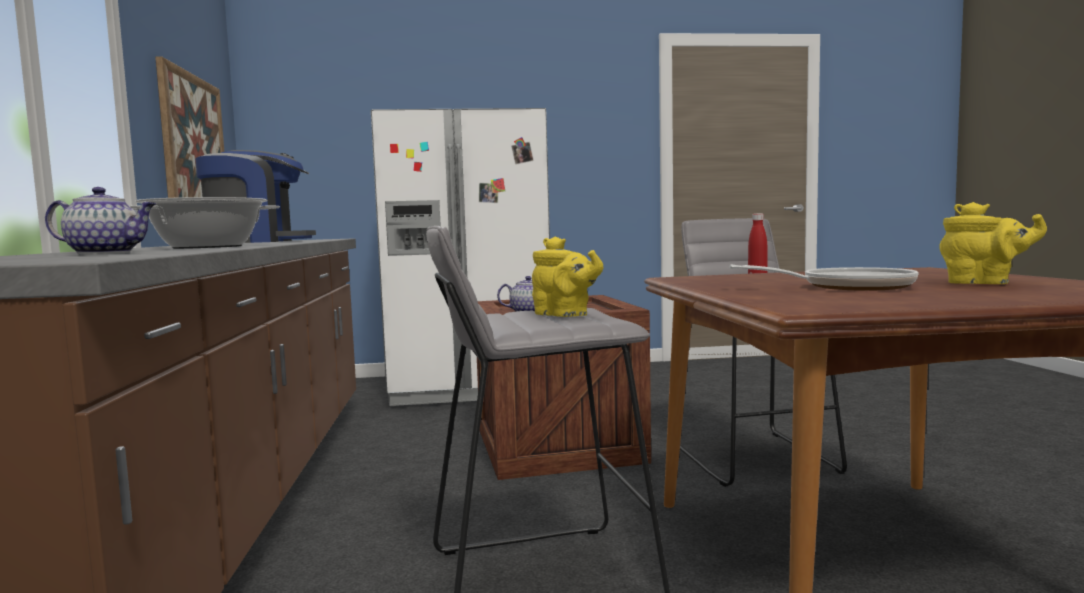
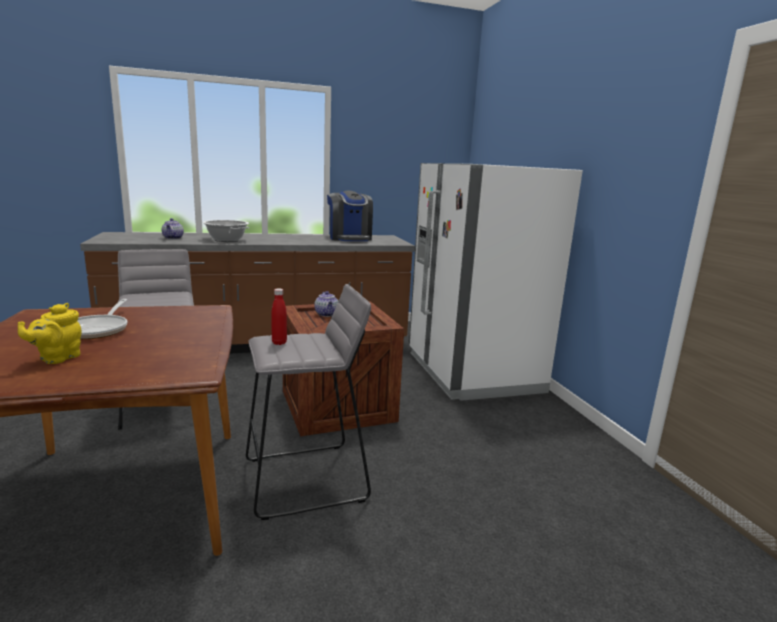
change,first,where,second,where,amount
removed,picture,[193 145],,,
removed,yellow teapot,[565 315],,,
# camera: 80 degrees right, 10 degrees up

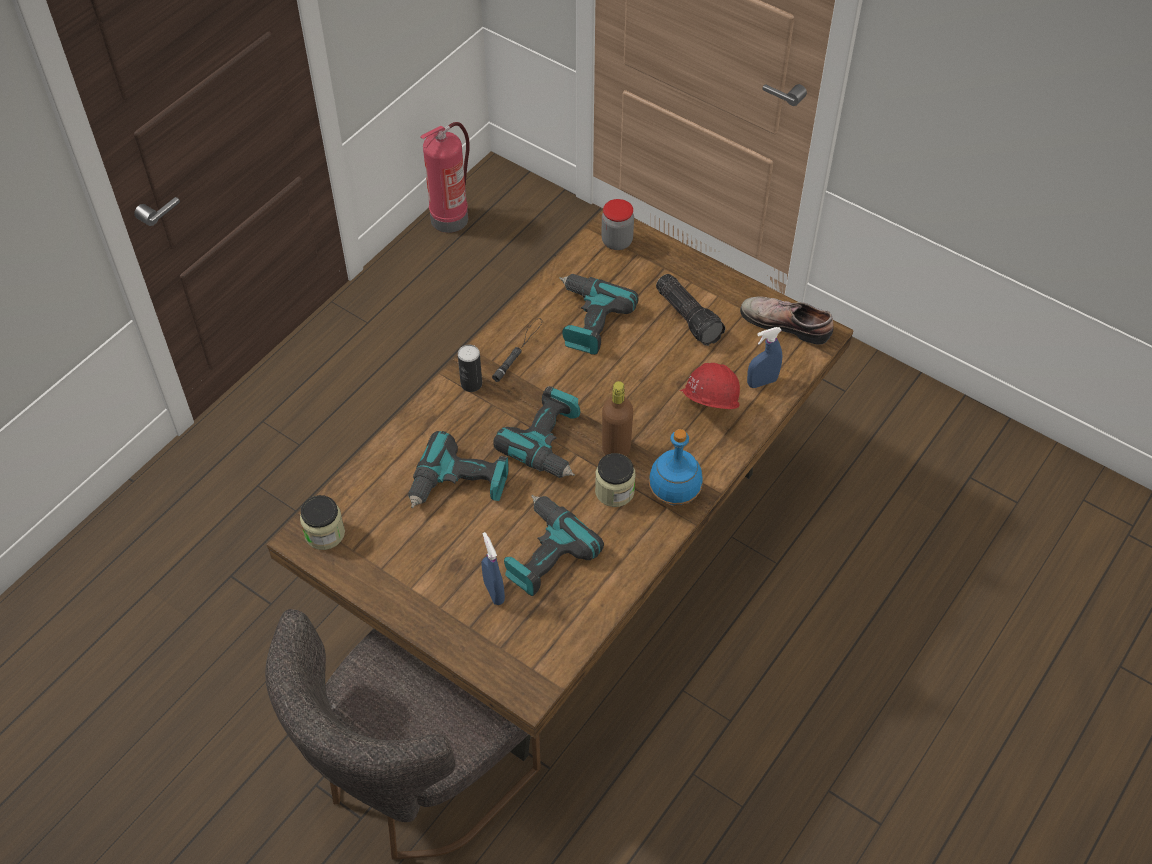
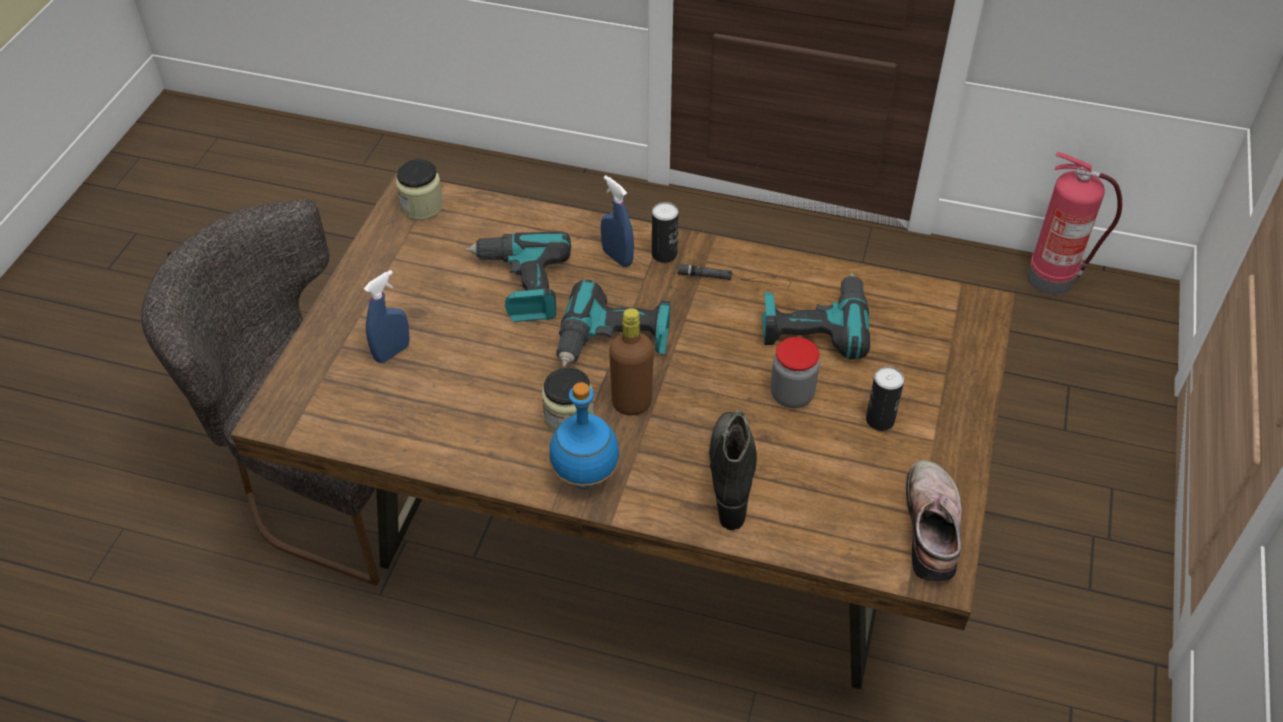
change,first,where,second,where,amount
removed,power drill,[543 553],,,
moved,preserve jar,[617 241],,[791 395],
moved,bluish hand sprayer,[762 382],,[617 257],
replaced,hand torch,[689 316],sealed can,[880 420],
replaced,red-coloured hard hat,[706 412],blackish tall boot,[732 477],
# camera: 70 degrees right, 5 degrees down

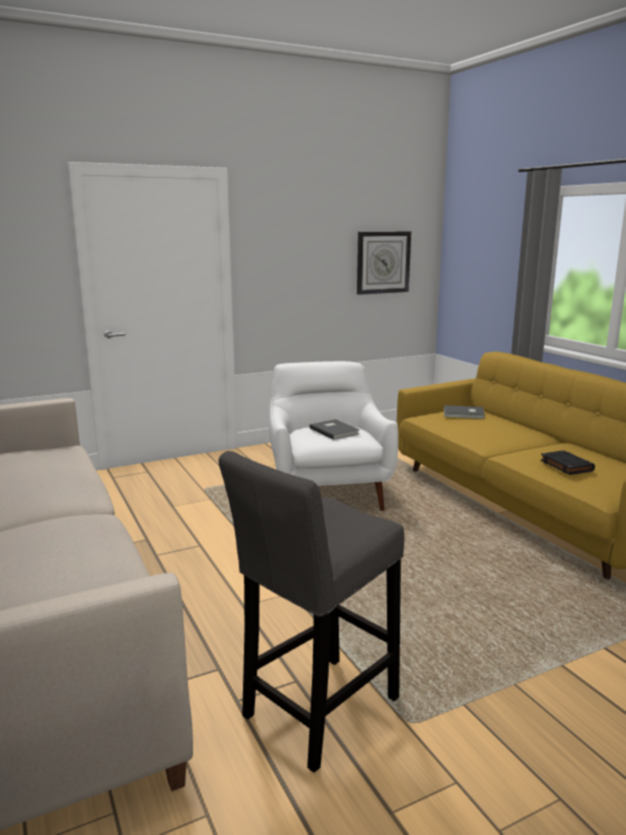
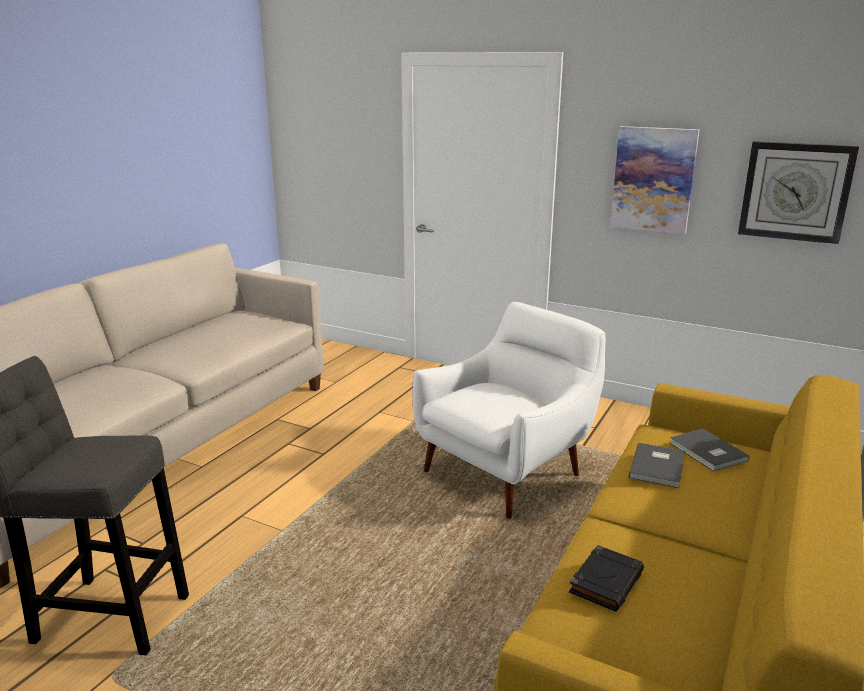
change,first,where,second,where,amount
added,,,picture,[653 179],
moved,gray bound book,[334 430],,[659 467],
# camera: 55 degrees right, 5 degrees up

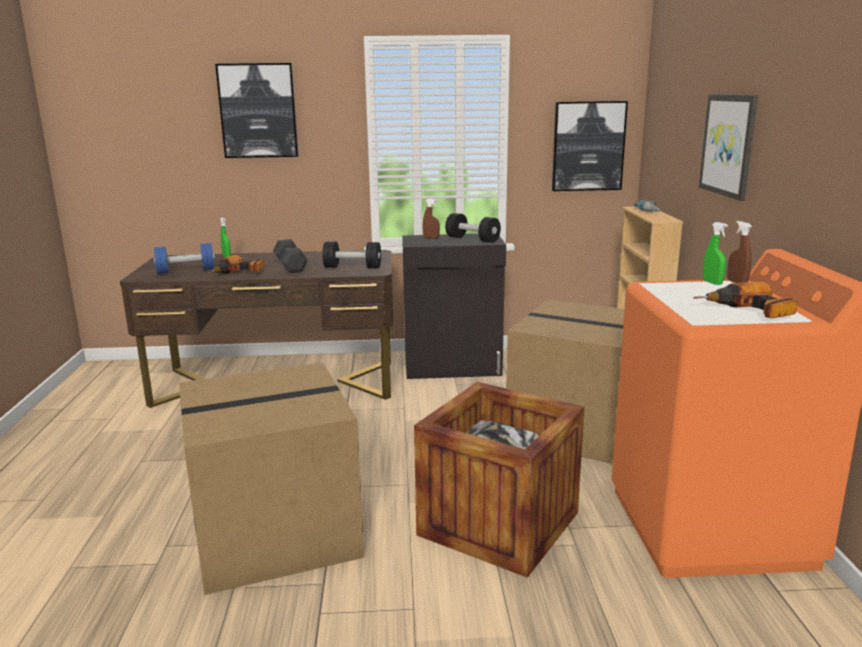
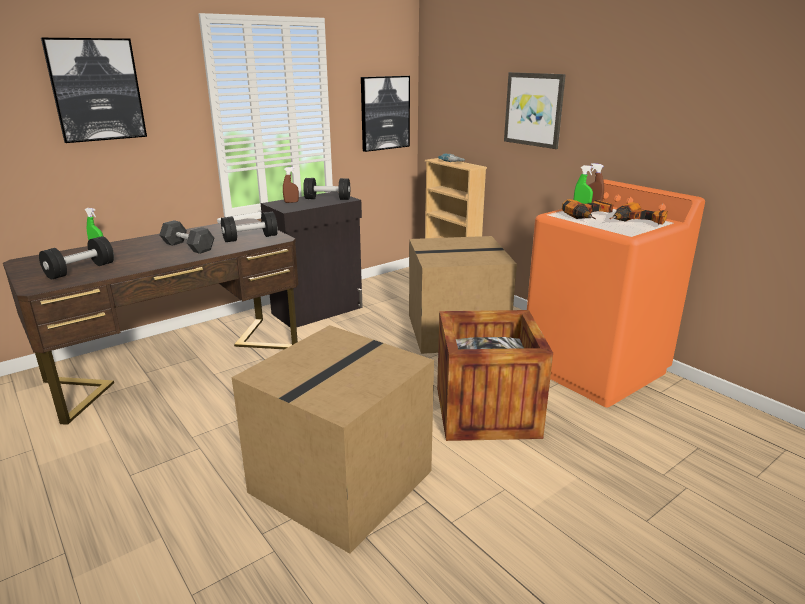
change,first,where,second,where,amount
moved,power drill,[239 273],,[590 216],
recoloured,bluish hand weight,[186 271],blackish hand weight,[80 270],
# camera: 35 degrees left, 5 degrees up

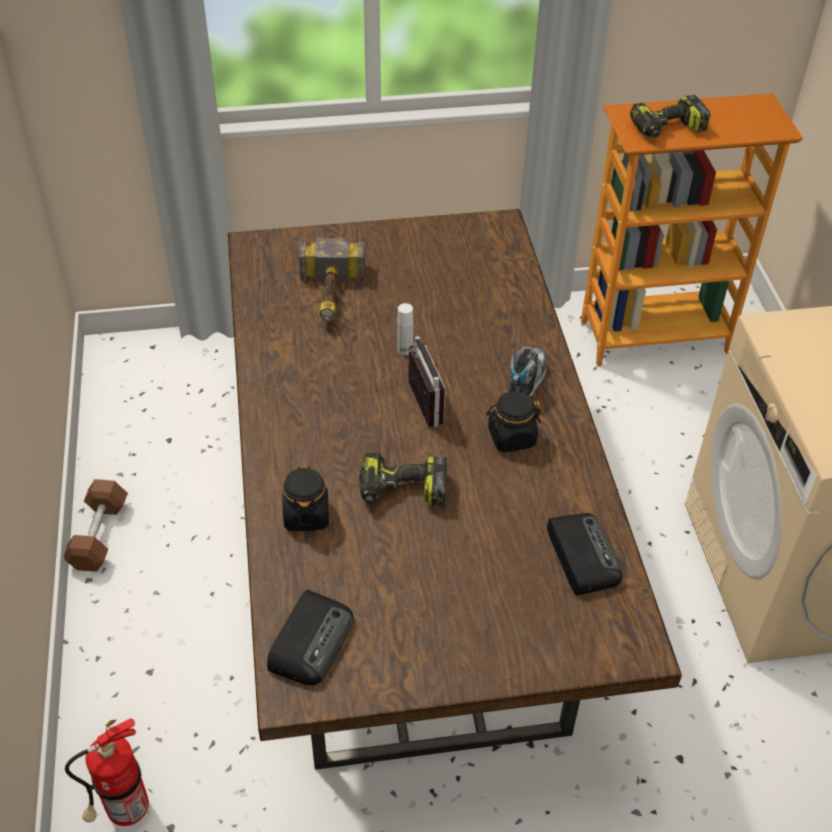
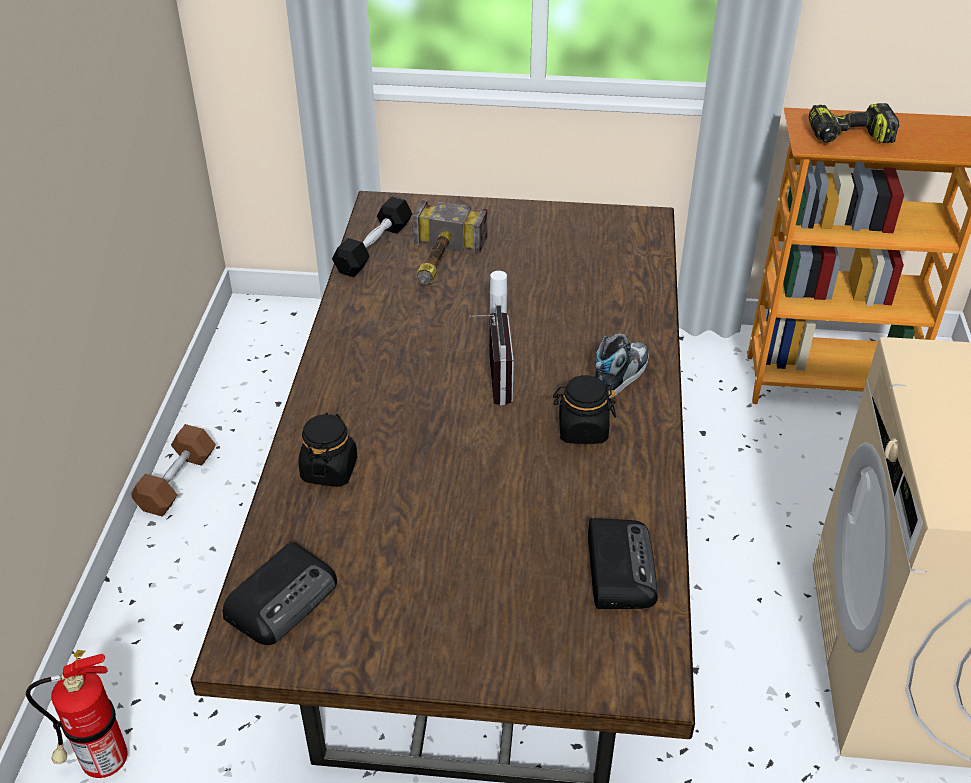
change,first,where,second,where,amount
removed,power drill,[402 491],,,
added,,,blackish hand weight,[374 248],
# camera: 15 degrees right, 5 degrees down

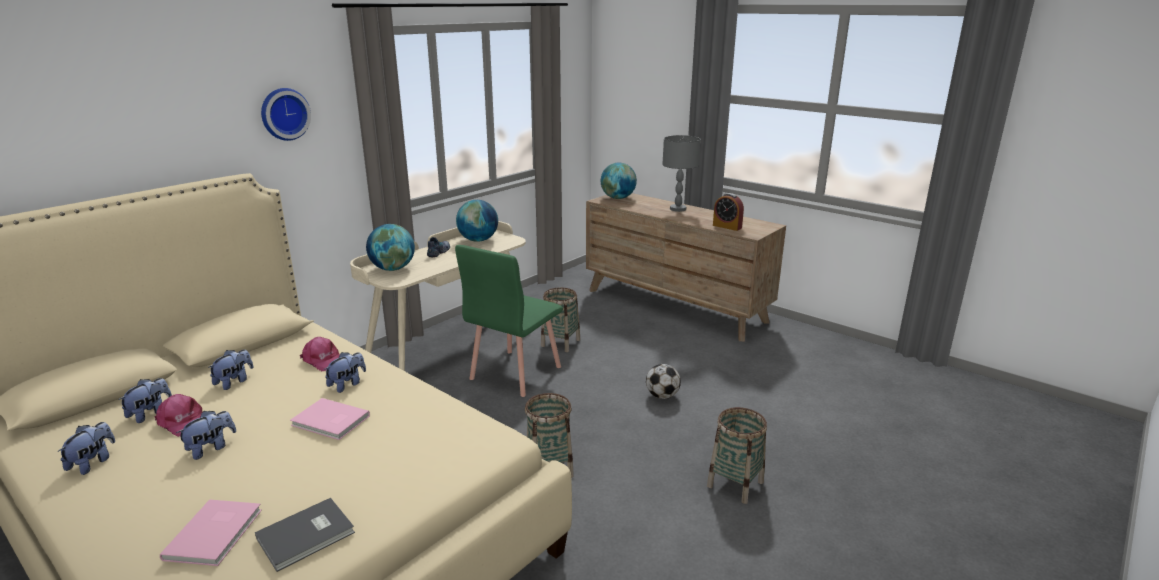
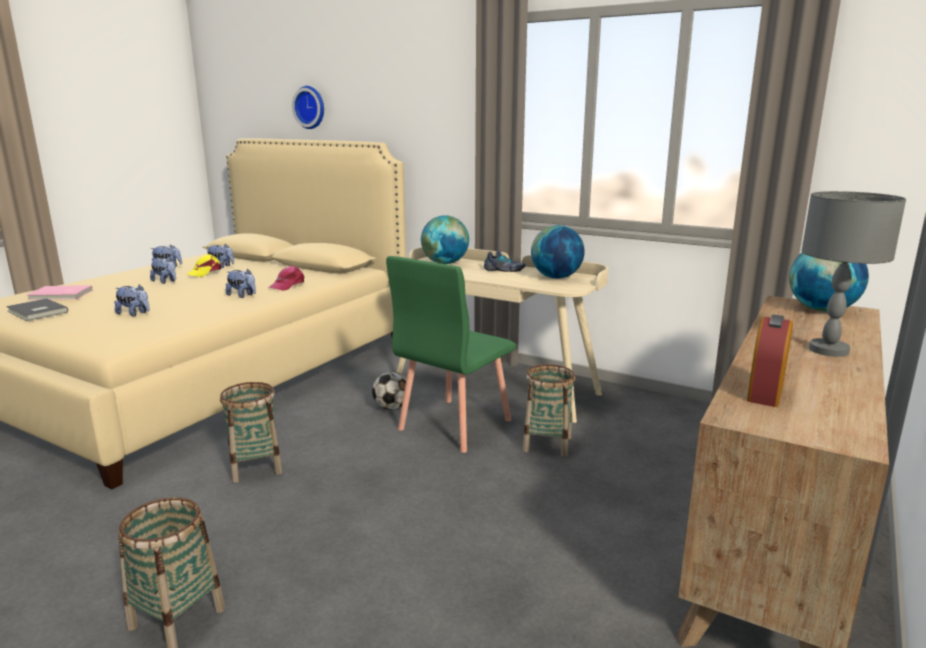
change,first,where,second,where,amount
removed,pink-coloured bound book,[330 422],,,
moved,plush toy,[234 382],,[134 314],
moved,wall clock,[284 114],,[311 107],
moved,football ball,[662 396],,[392 407],
recoloured,pink-coloured peaked cap,[182 422],yellow peaked cap,[205 272],
turned,green-coloured plain chair,[514 373],,[454 424],75 degrees counterclockwise
# camera: 80 degrees right, 5 degrees down

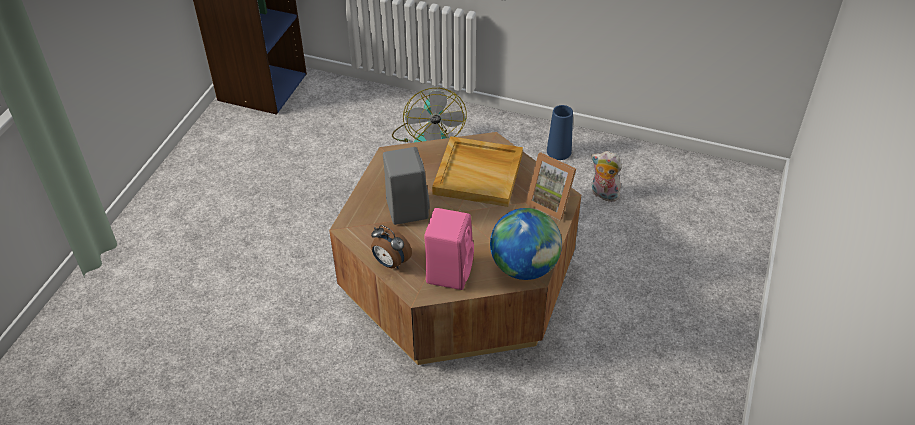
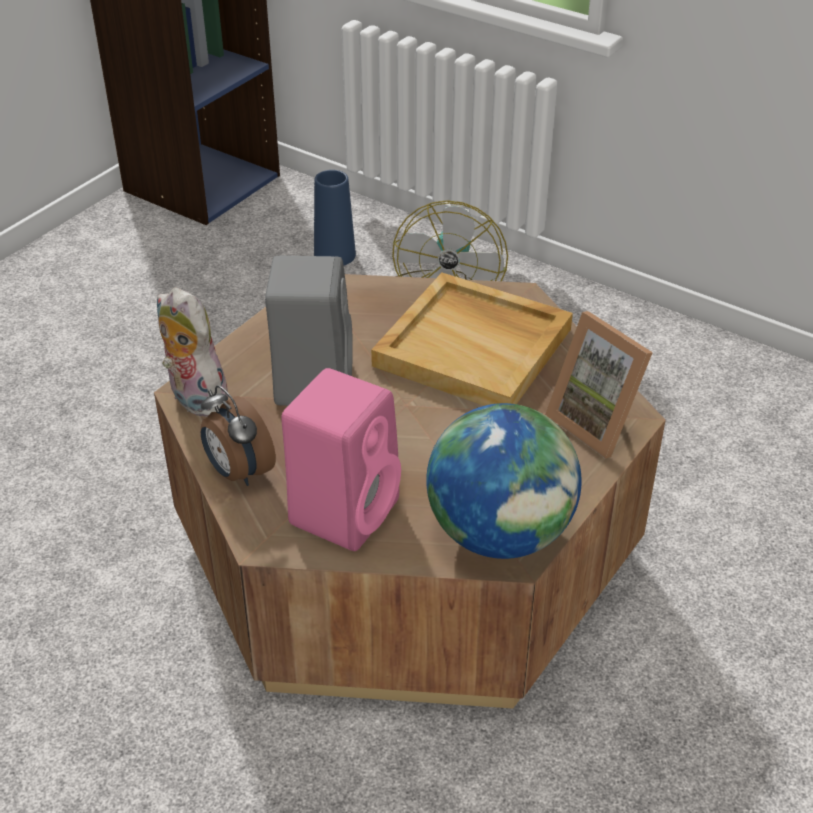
change,first,where,second,where,amount
moved,bluish vase,[559 151],,[334 255],
moved,plush toy,[603 194],,[194 399],
# camera: 15 degrees right, 5 degrees down

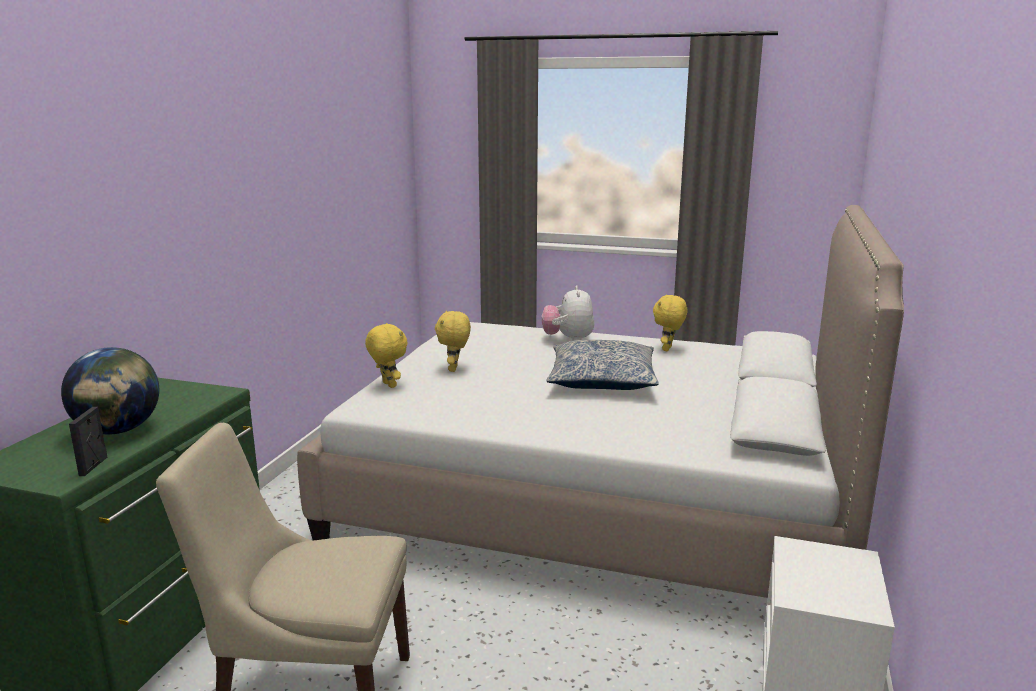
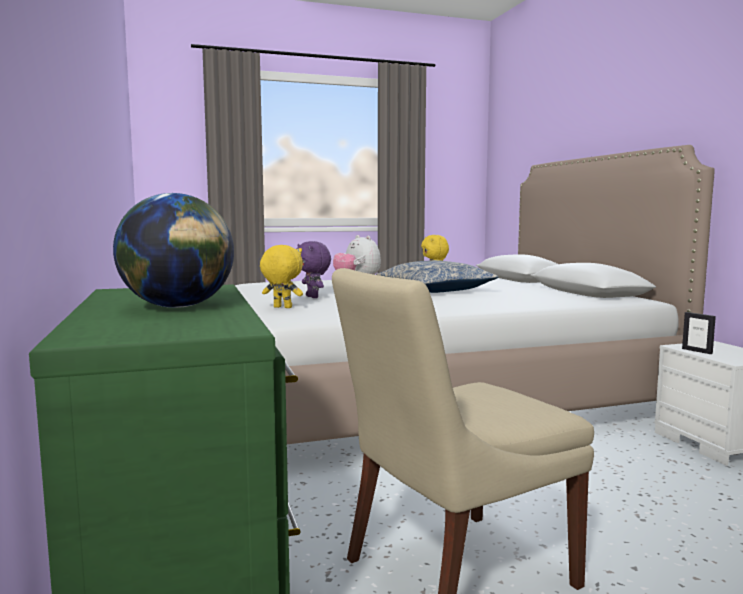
change,first,where,second,where,amount
moved,picture frame,[93 466],,[697 351],
recoloured,yellow plush toy,[454 369],purple-coloured plush toy,[313 297],
# camera: 35 degrees left, 10 degrees down

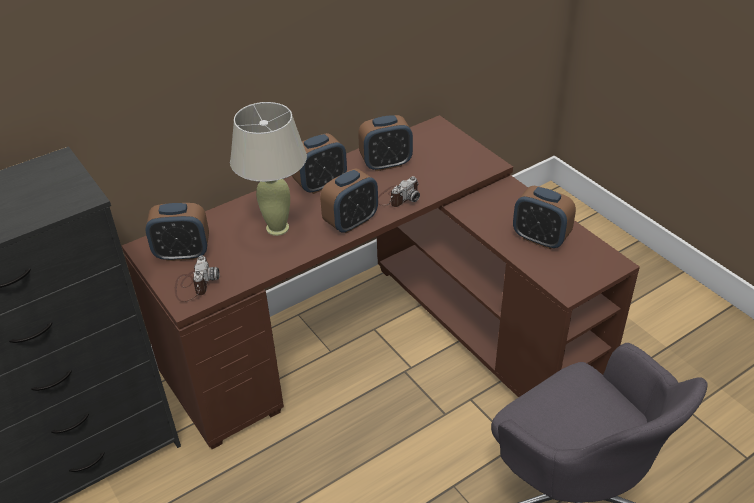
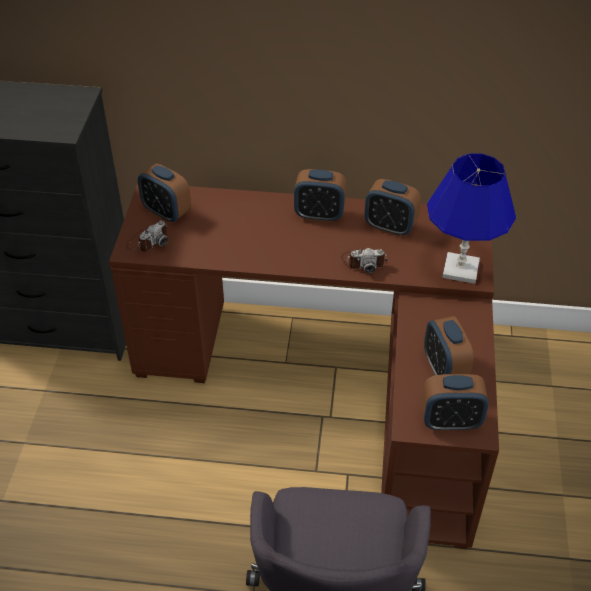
change,first,where,second,where,amount
removed,beige-coloured tabletop lamp,[277 228],,,
added,,,bluish tabletop lamp,[460 269],
moved,alarm clock,[351 222],,[450 421],
# camera: 40 degrees right, 5 degrees up

